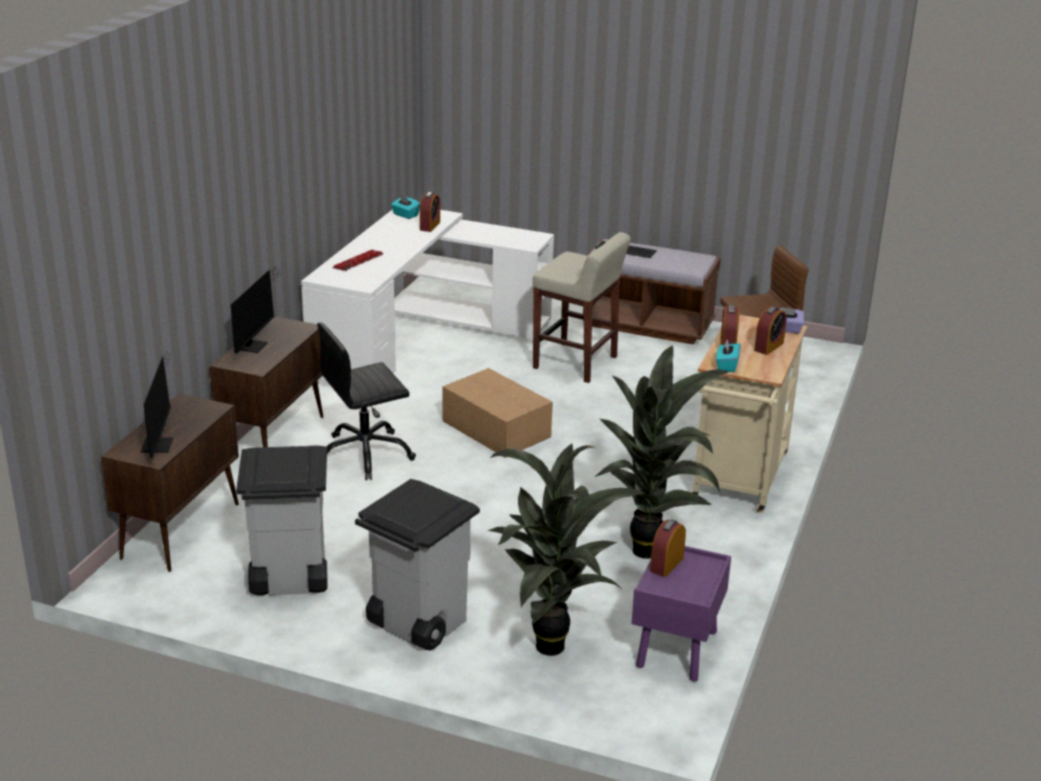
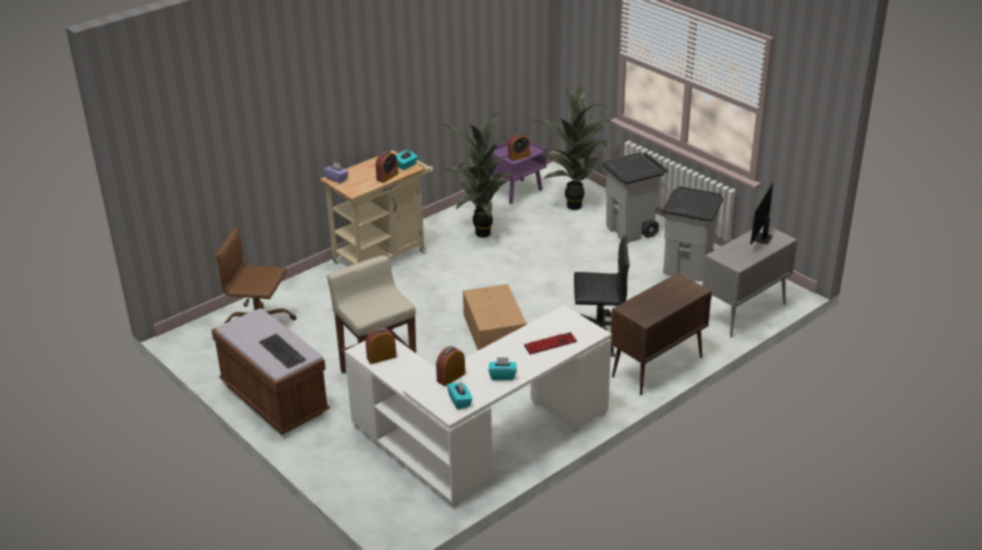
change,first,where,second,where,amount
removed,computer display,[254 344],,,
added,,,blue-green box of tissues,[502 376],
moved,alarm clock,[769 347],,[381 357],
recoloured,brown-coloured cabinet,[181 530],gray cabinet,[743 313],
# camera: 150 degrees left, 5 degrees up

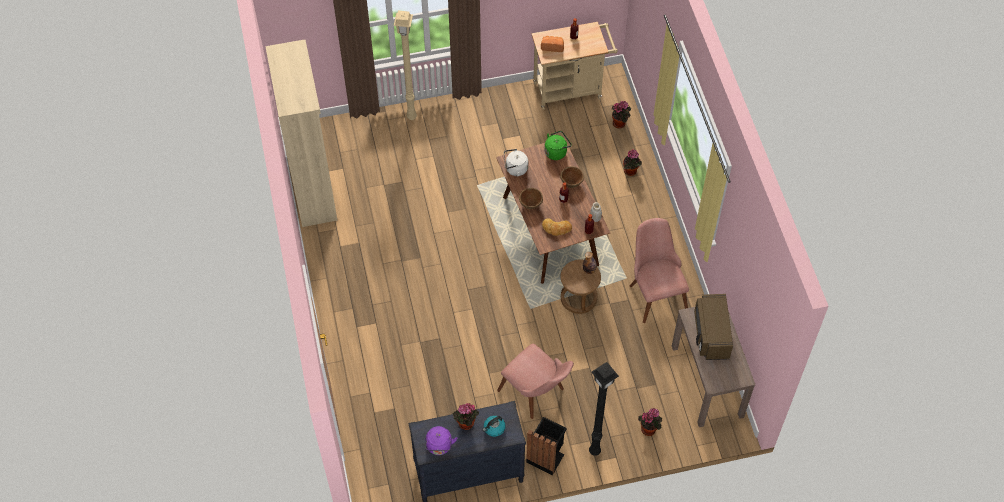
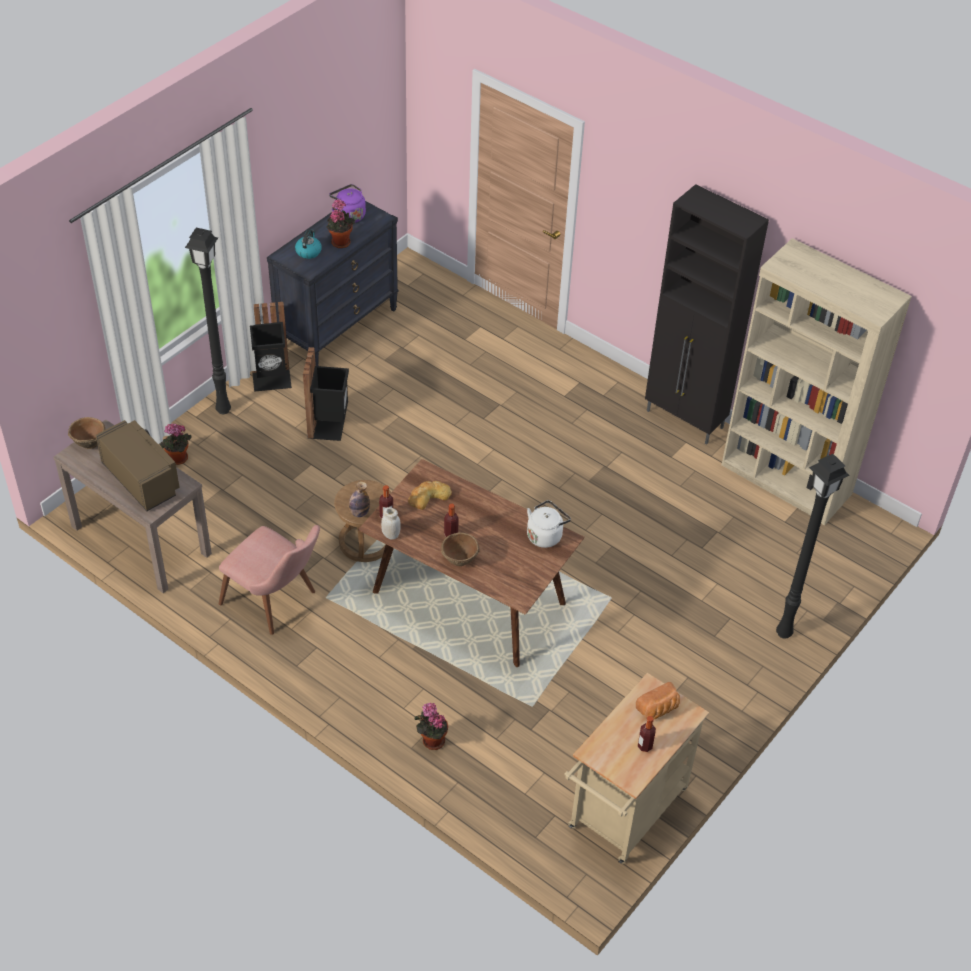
change,first,where,second,where,amount
removed,green-coloured water kettle,[556 152],,,
removed,plant in a pot,[620 123],,,
added,,,blackish cabinet,[685 420],
moved,brown-coloured deep dish,[530 204],,[89 442],
replaced,pink-coloured plain chair,[537 394],blackish trash can,[329 425],
recoloured,beige-coloured standard lamp,[411 116],blackish standard lamp,[785 633],
# camera: 140 degrees right, 10 degrees down

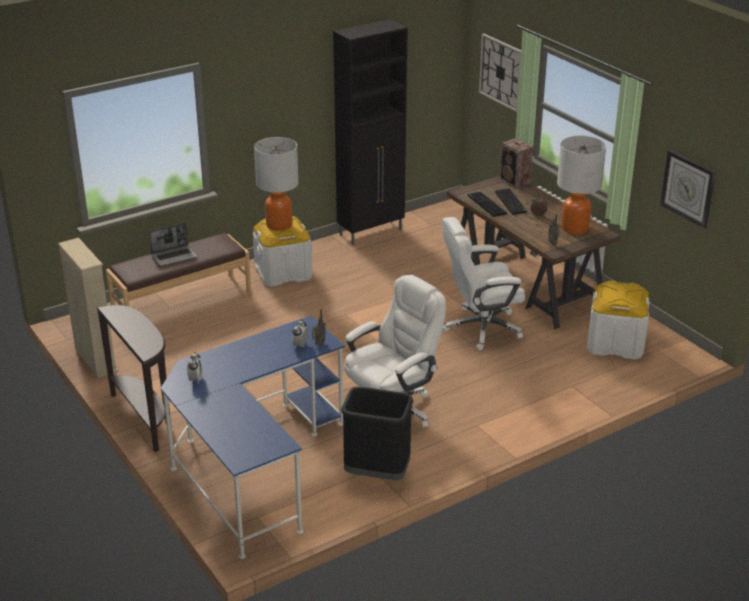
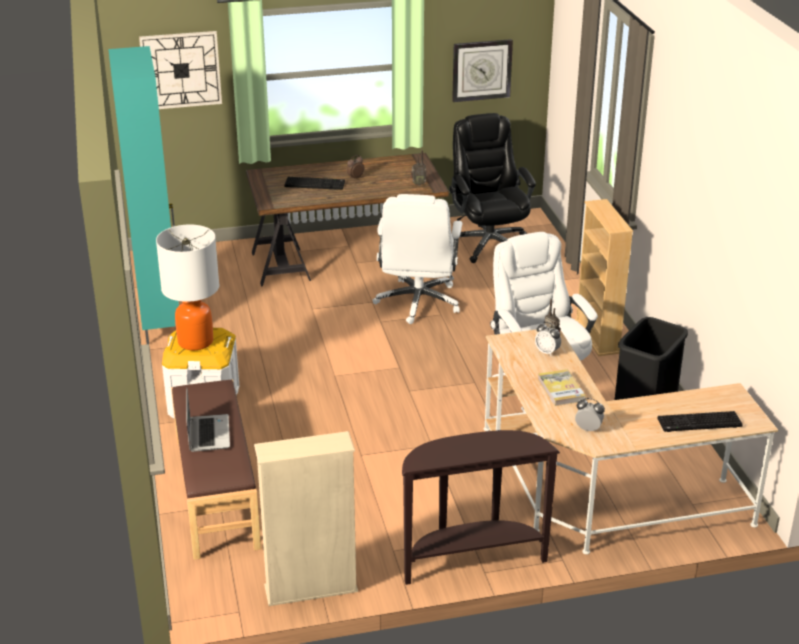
change,first,where,second,where,amount
removed,audio speaker,[515 181],,,
removed,tabletop lamp,[574 228],,,
added,,,bound book,[561 390],
added,,,beige-coloured bookshelf,[597 336],
moved,computer keyboard,[485 205],,[699 423],
replaced,white storage container,[615 343],blackish desk chair,[488 243],
recoloured,bluish desk unit,[252 464],beige-coloured desk unit,[599 492],
recoloured,blackish cabinet,[371 232],blue-green cabinet,[161 322],
# camera: 70 degrees left, 0 degrees up

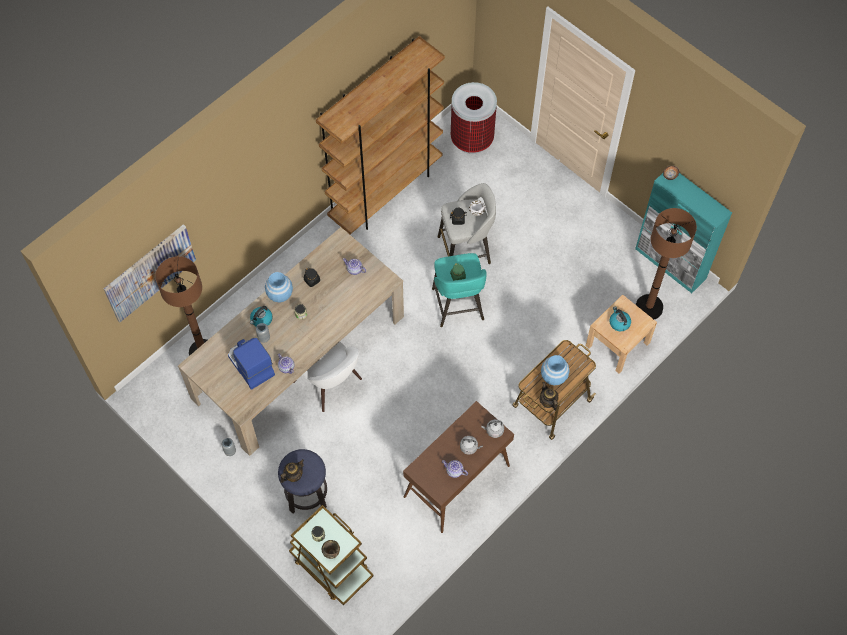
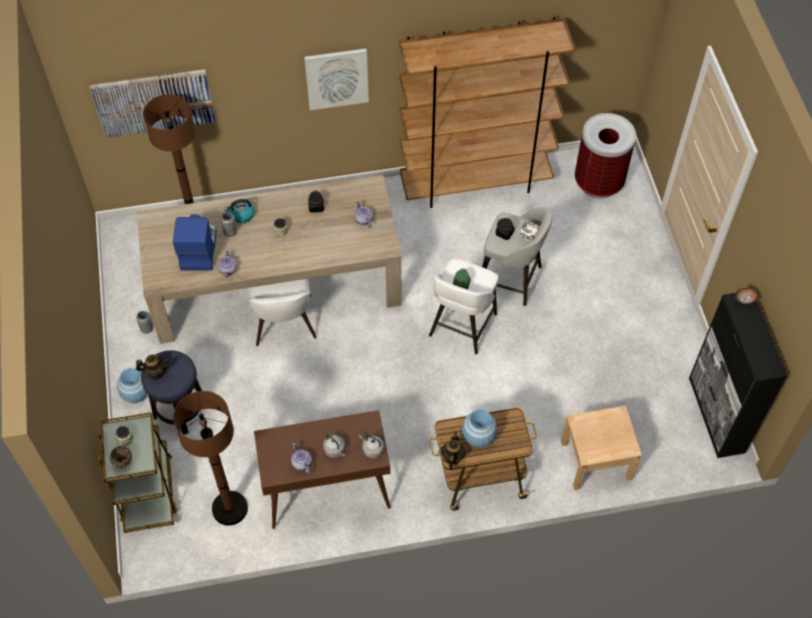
change,first,where,second,where,amount
removed,water kettle,[619 323],,,
added,,,picture,[337 78],
moved,bluish vase,[280 294],,[136 394],
moved,brown-coloured standard lamp,[649 307],,[230 508],
recoloured,blue-green stool seat,[458 306],white stool seat,[461 326],
recoloured,blue-green cabinet,[670 264],blackish cabinet,[716 415],
# camera: 35 degrees right, 5 degrees down

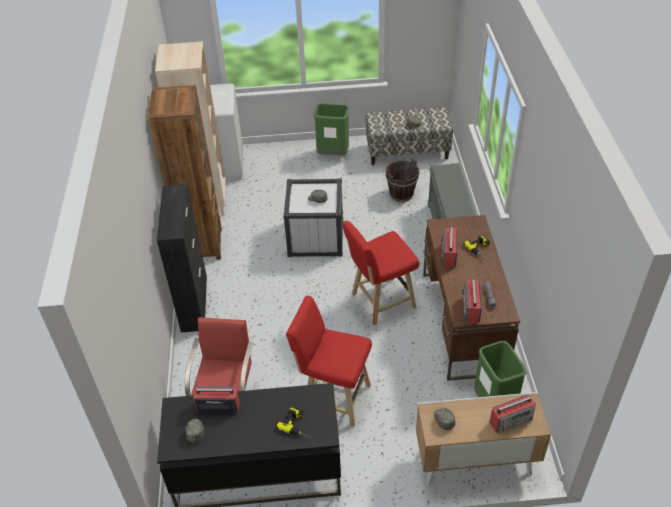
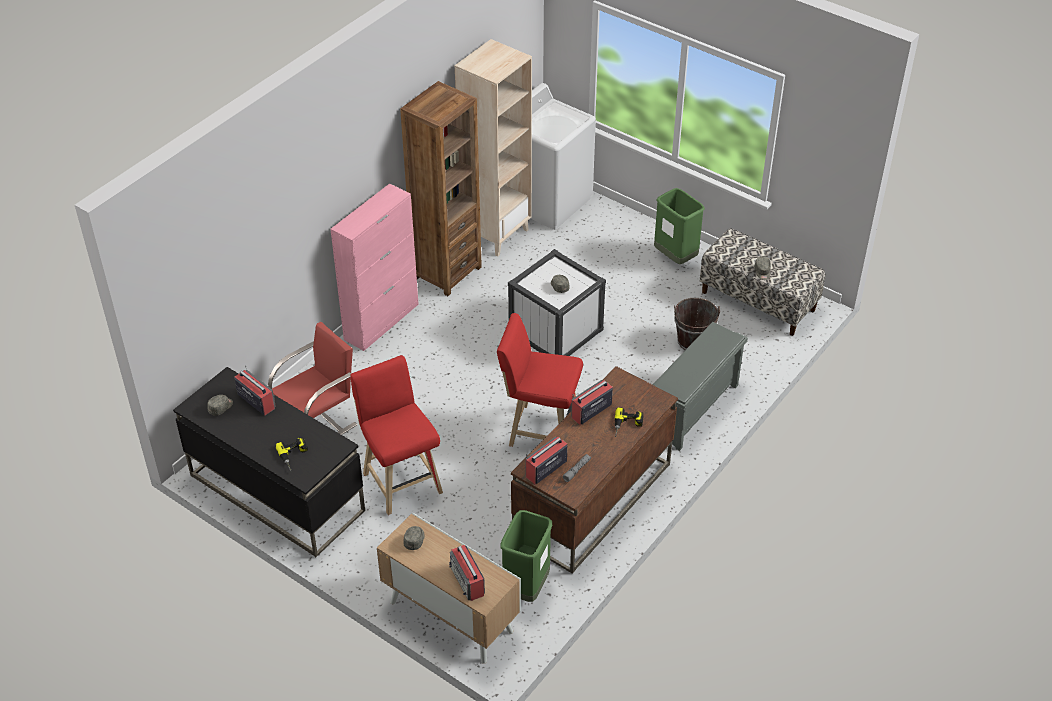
change,first,where,second,where,amount
recoloured,blackish cabinet,[194 303],pink-coloured cabinet,[382 321],
turned,radio receiver,[511 420],,[467 581],45 degrees clockwise
# camera: 40 degrees right, 0 degrees up

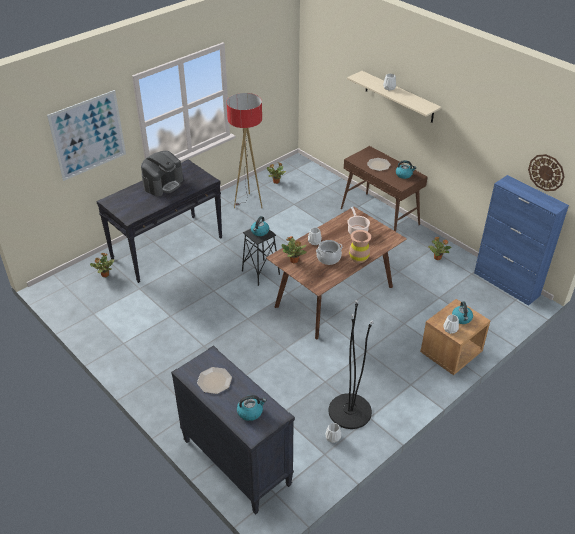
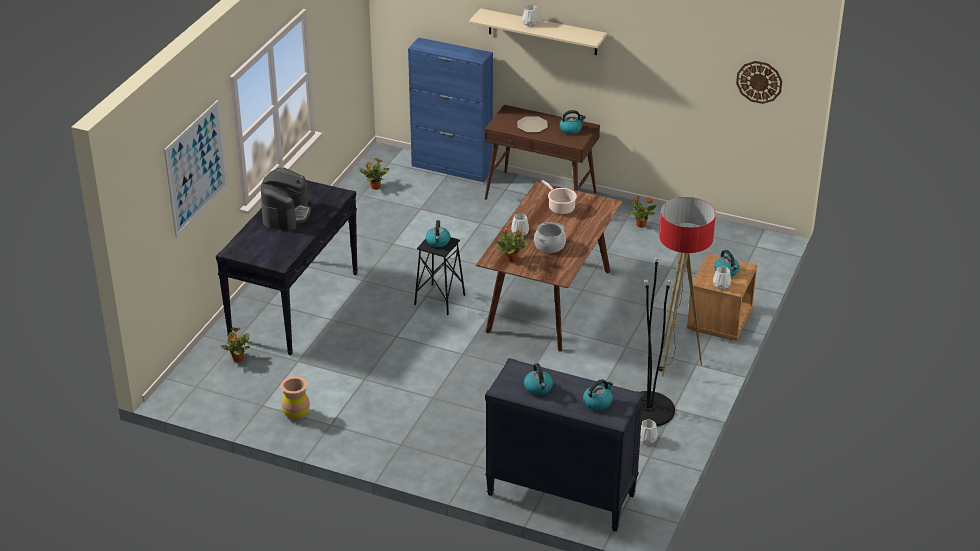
change,first,where,second,where,amount
moved,standard lamp,[248 203],,[675 363],
moved,brown-coloured vase,[359 258],,[296 414],
moved,bluish cabinet,[506 284],,[452 168],
replaced,plate,[215 381],water kettle,[538 388],
# camera: 25 degrees left, 5 degrees down

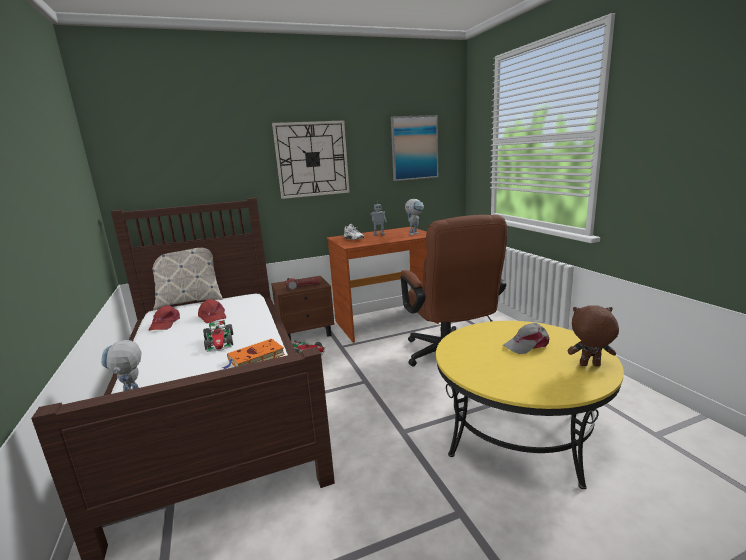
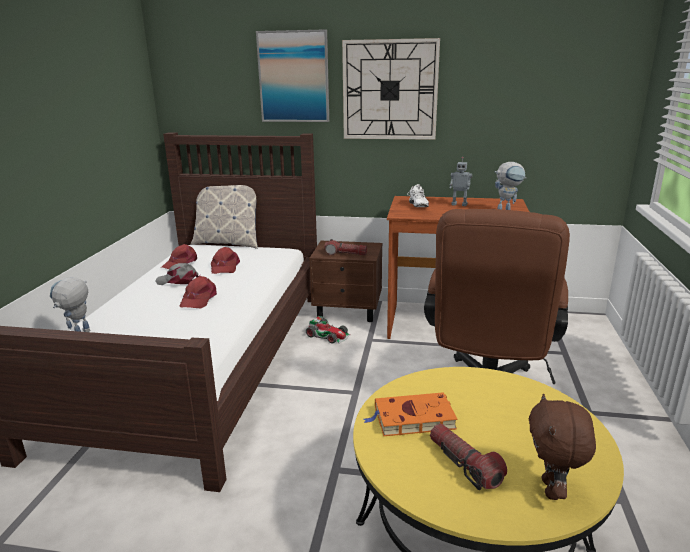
change,first,where,second,where,amount
added,,,hand torch,[464 464],
moved,orange-coloured bound book,[255 358],,[411 419],
moved,picture,[414 148],,[294 77],
moved,gray peaked cap,[527 345],,[178 281],
replaced,toy car,[220 342],red-coloured peaked cap,[198 299],
turned,brown-coloured plush toy,[589 365],,[552 490],120 degrees counterclockwise
# camera: 30 degrees right, 5 degrees up

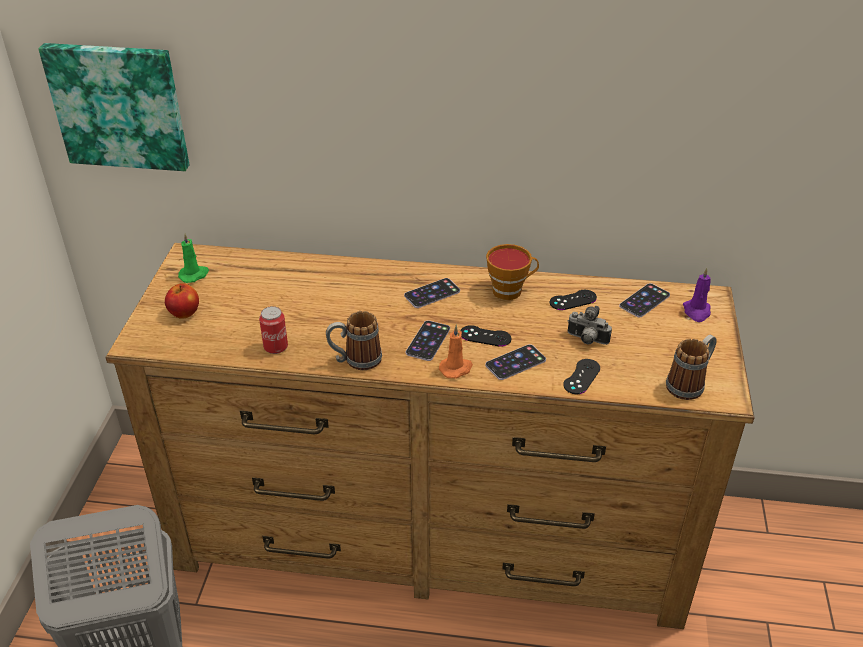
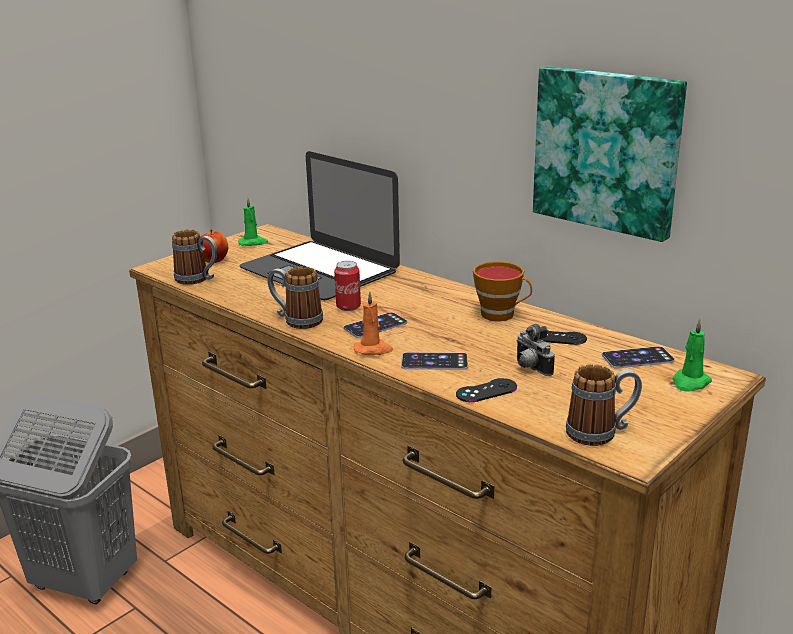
change,first,where,second,where,amount
removed,phone,[432 293],,,
removed,blackish joypad,[485 336],,,
added,,,mug,[198 279],
added,,,notebook computer,[319 270],
moved,picture,[119 105],,[608 150],
moved,sealed can,[275 347],,[348 307],
recoloured,purple-coloured candle,[697 312],green-coloured candle,[690 382],
# camera: 35 degrees right, 15 degrees down

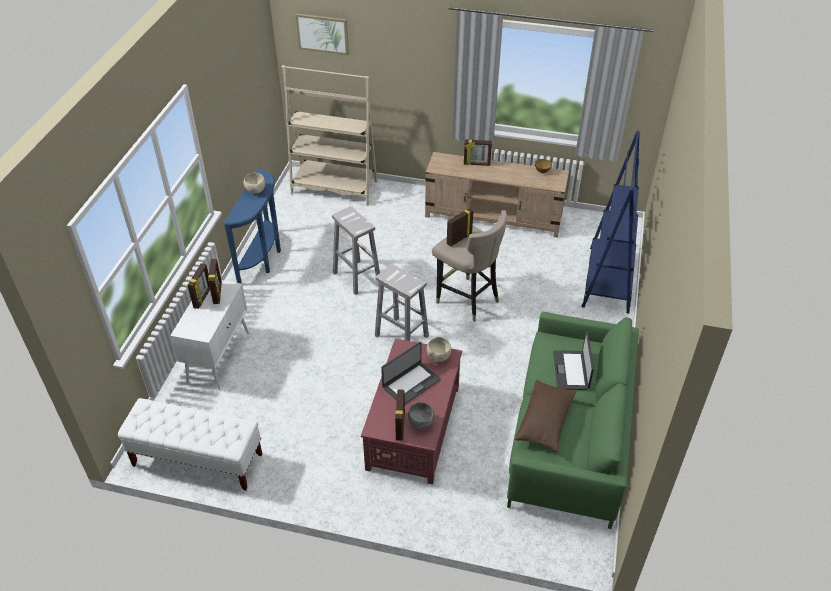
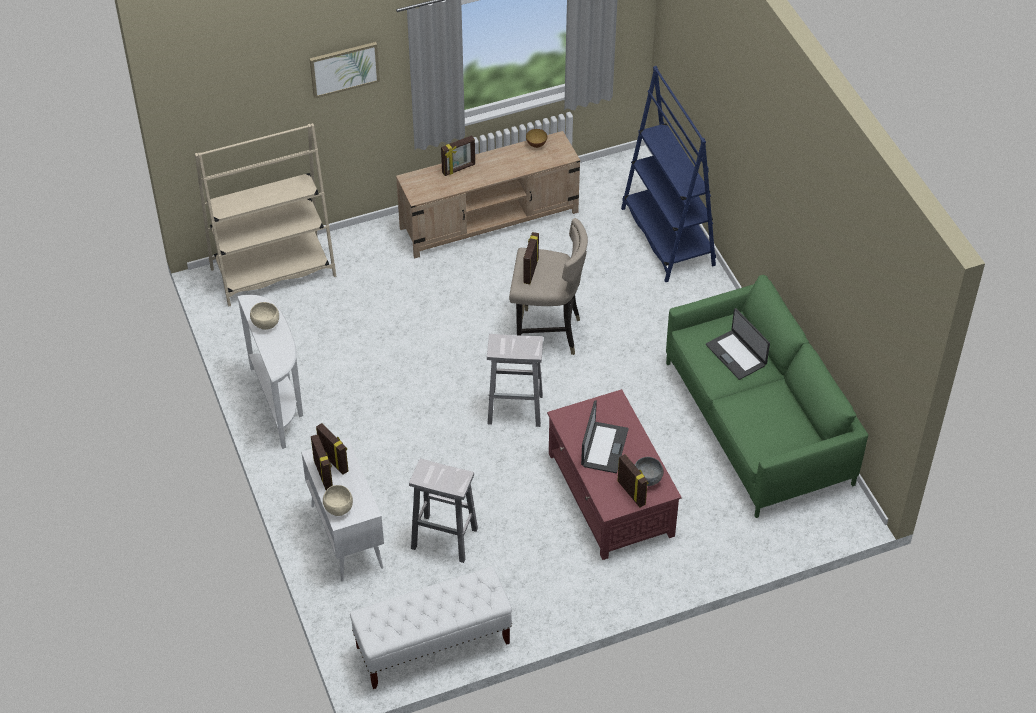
change,first,where,second,where,amount
removed,brown-coloured throw pillow,[545 422],,,
moved,picture,[322 33],,[344 69],
moved,white stool seat,[357 277],,[445 538],
moved,beige-coloured deep dish,[438 357],,[338 509],
recoloured,bluish hall table,[263 259],white hall table,[280 403],
# camera: 35 degrees left, 5 degrees up

